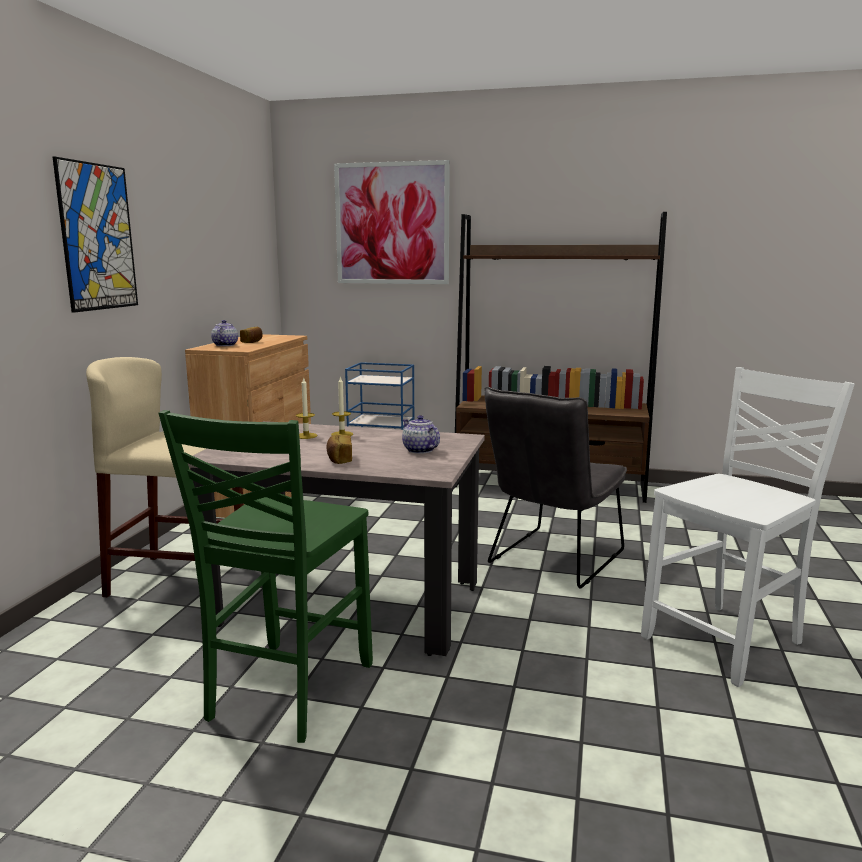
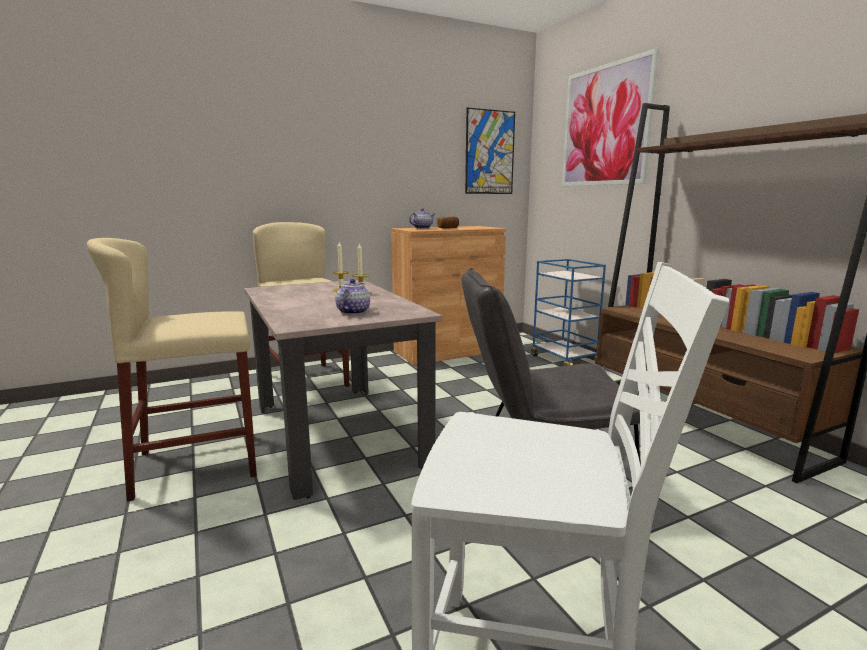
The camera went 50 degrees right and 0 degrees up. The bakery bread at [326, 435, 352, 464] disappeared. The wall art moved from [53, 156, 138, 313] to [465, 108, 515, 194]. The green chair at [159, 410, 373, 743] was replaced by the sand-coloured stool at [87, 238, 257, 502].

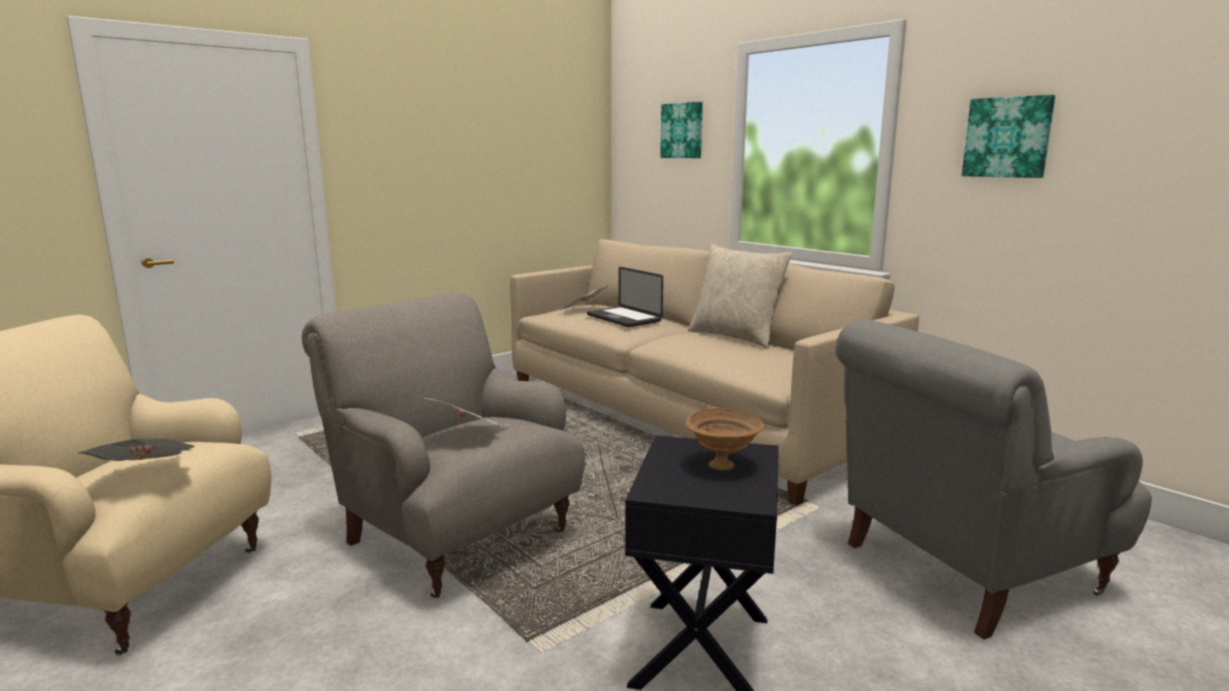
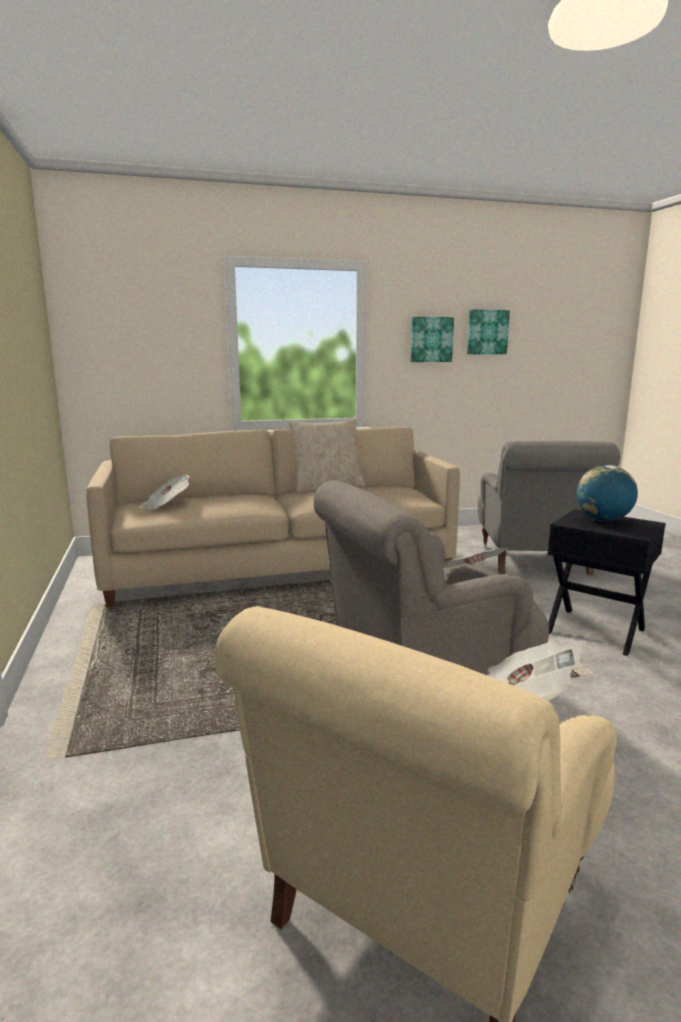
The camera went 65 degrees left and 0 degrees up. The laptop at [587, 267, 663, 327] disappeared. The wall art moved from [660, 102, 703, 158] to [467, 310, 510, 354]. The brown serving bowl at [686, 408, 764, 471] was replaced by the desk globe at [576, 465, 638, 521].

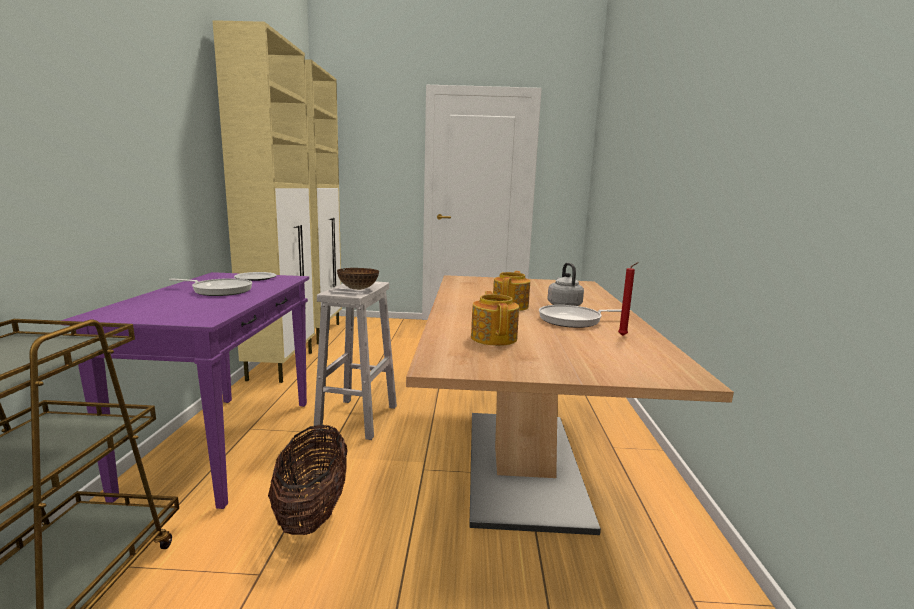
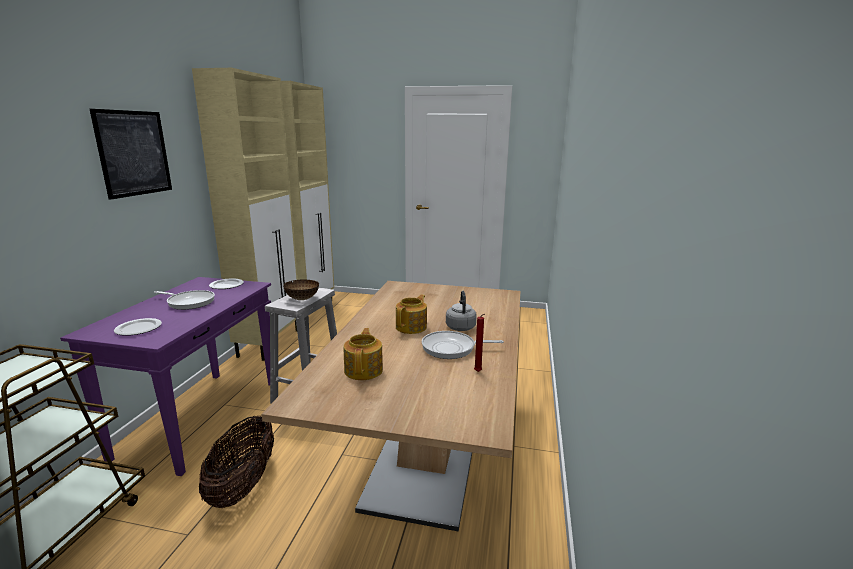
The camera went 10 degrees right and 5 degrees up. The wall art at [90, 109, 172, 200] appeared. The flat dish at [114, 318, 162, 336] appeared.

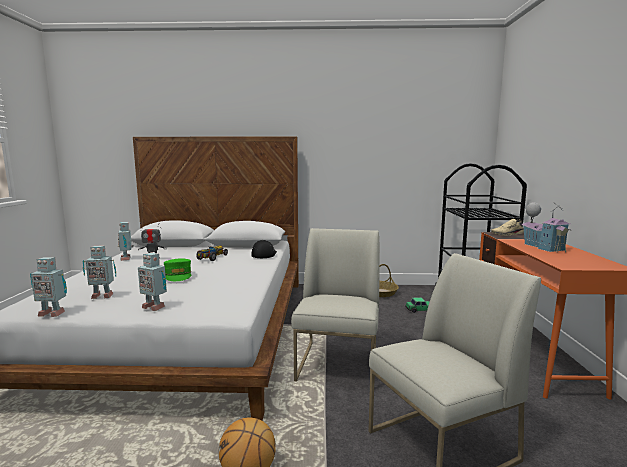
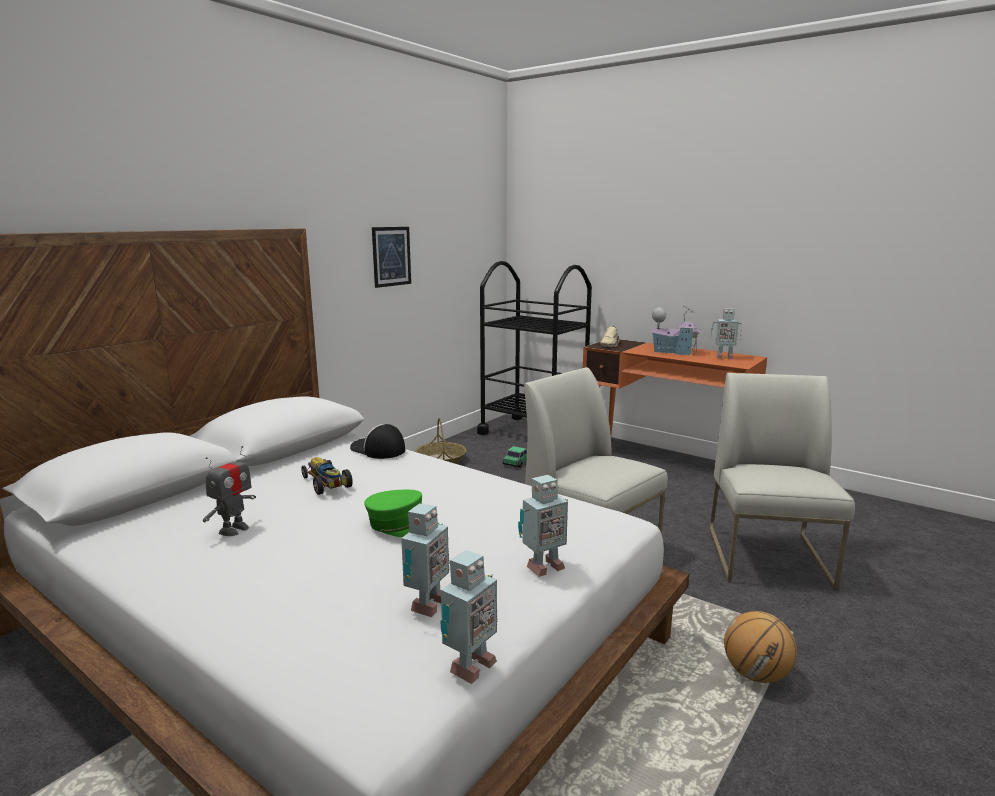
The camera went 55 degrees left and 5 degrees up. The wall art at [372, 227, 411, 288] appeared. The robot figure moved from [118, 222, 134, 261] to [711, 308, 742, 359].

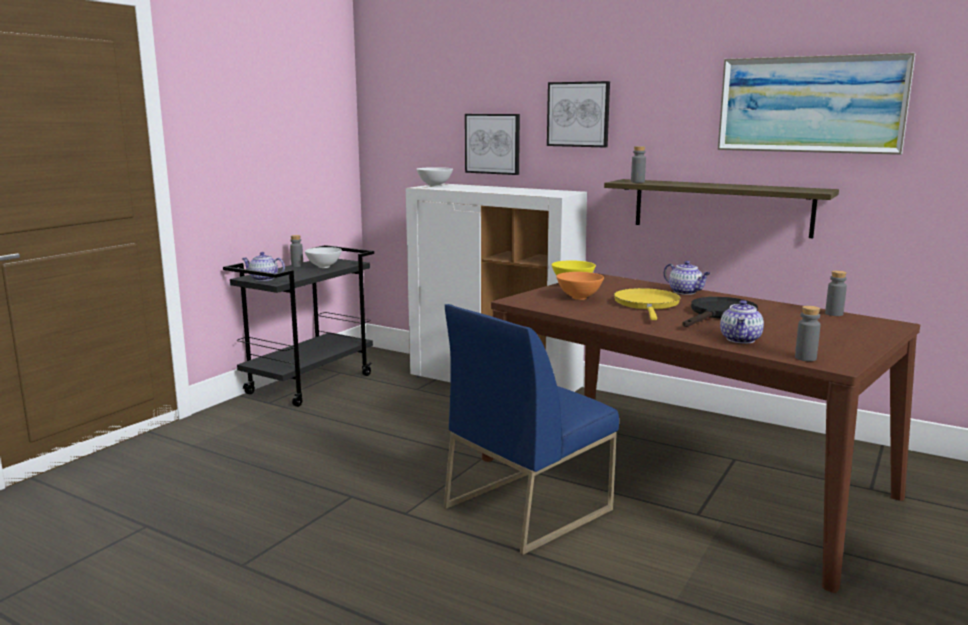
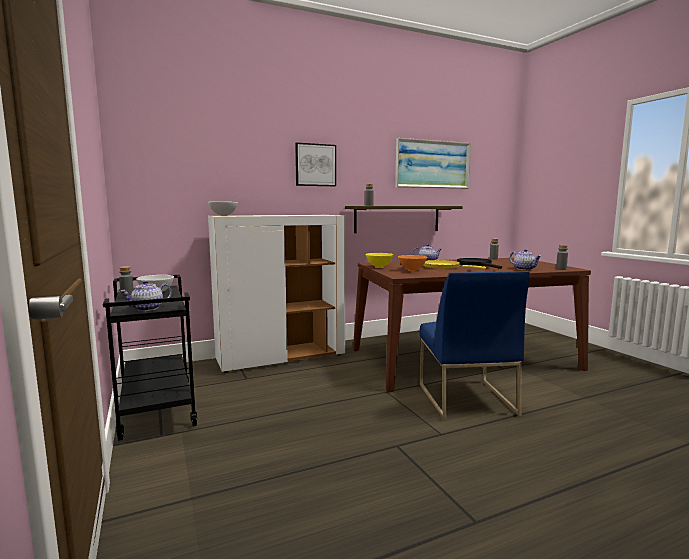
The camera went 55 degrees left and 5 degrees down. The wall art at [465, 114, 520, 175] disappeared.

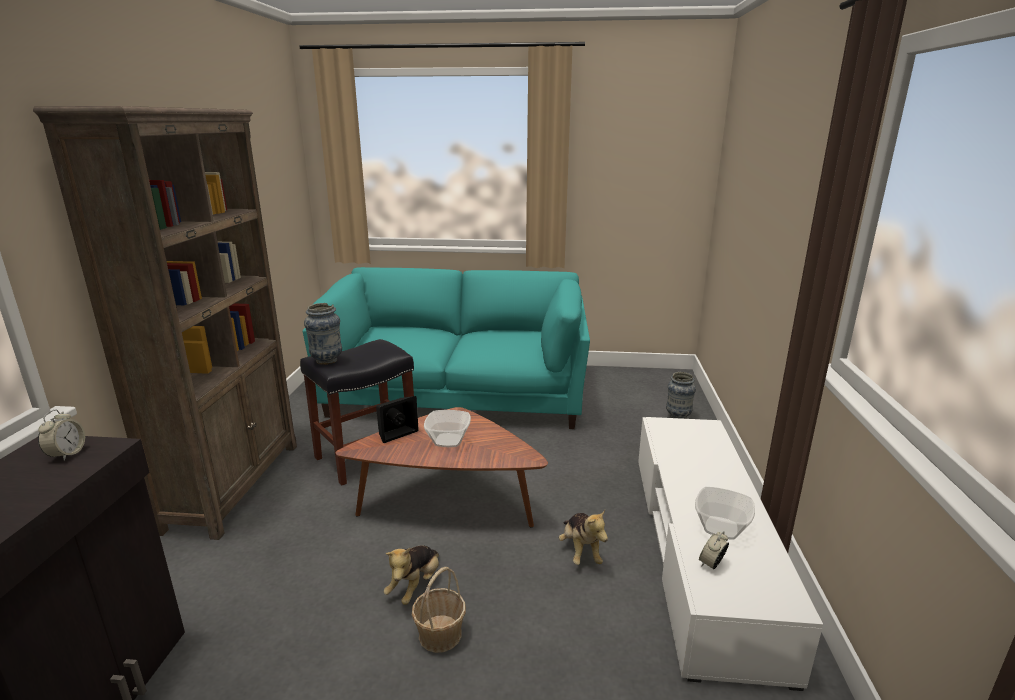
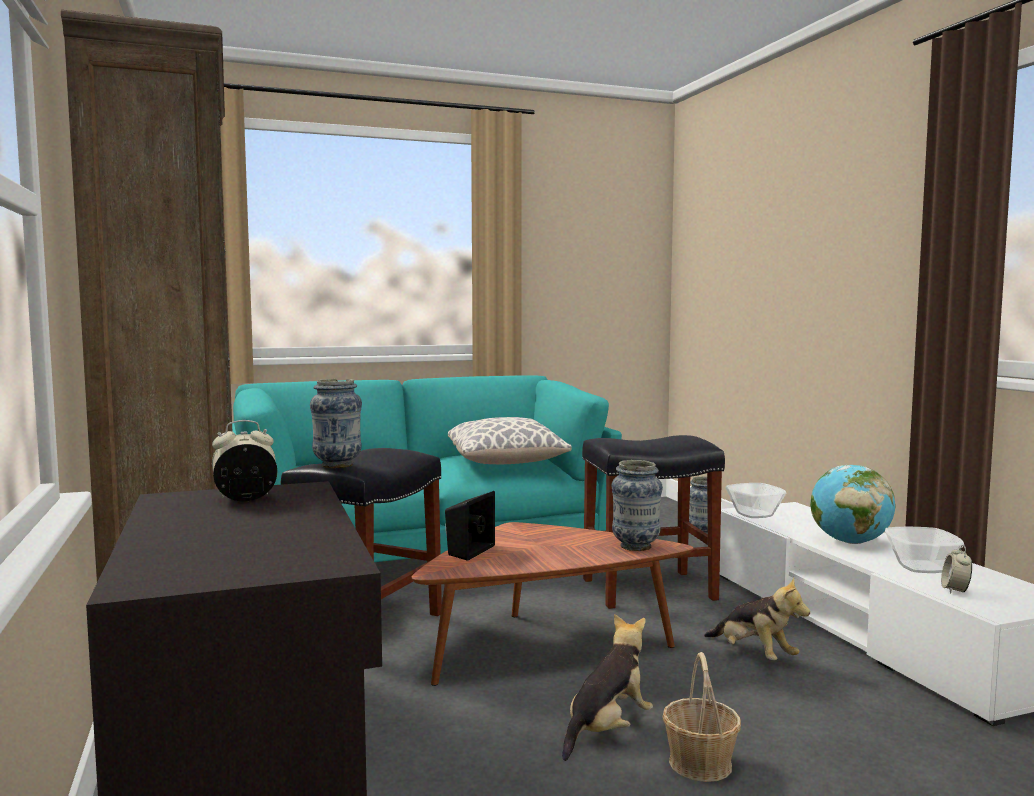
The camera went 25 degrees left and 15 degrees down. The throw pillow at [448, 417, 572, 464] appeared. The blackish stool at [582, 435, 725, 609] appeared. The vase at [611, 460, 663, 551] appeared. The desk globe at [810, 465, 896, 544] appeared. The serving bowl moved from [424, 410, 471, 447] to [726, 483, 786, 518]. The bedside clock at [38, 409, 85, 461] turned 90 degrees counterclockwise. The soft toy at [384, 545, 439, 605] turned 135 degrees counterclockwise.

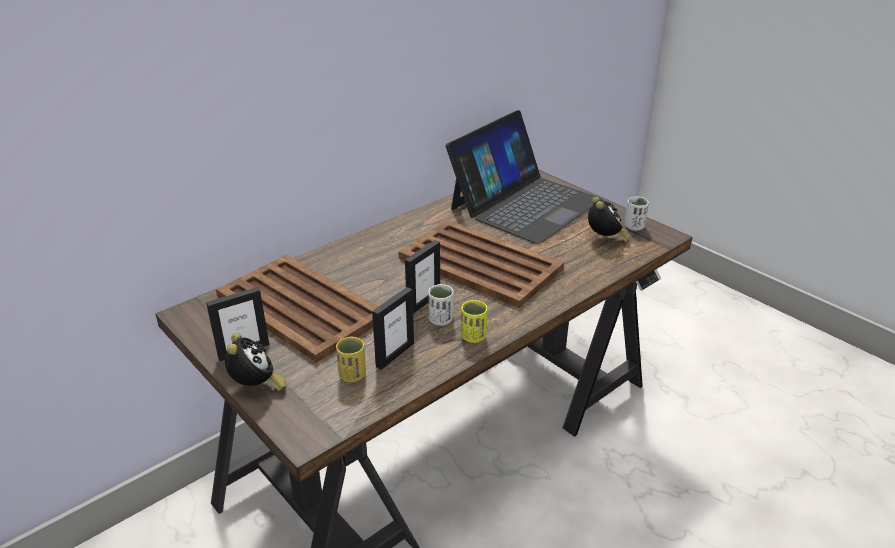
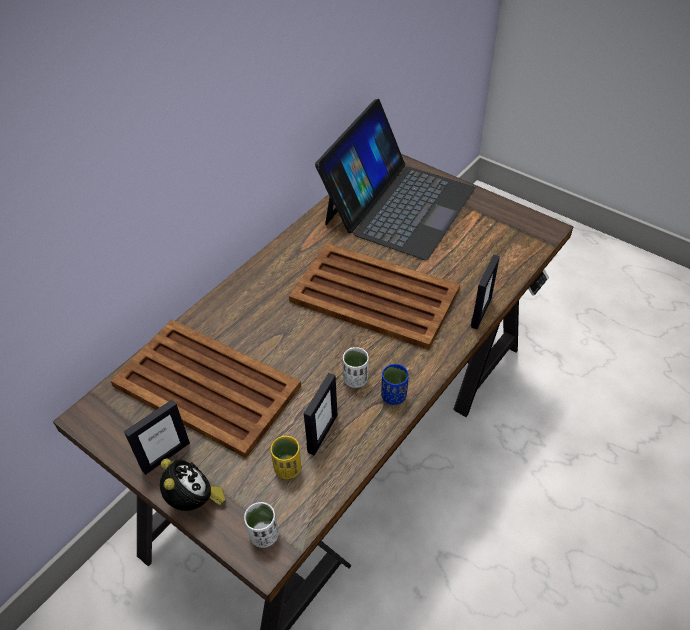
The camera went 10 degrees left and 15 degrees up. The bedside clock at [588, 197, 630, 242] disappeared. The photo frame moved from [405, 240, 440, 314] to [471, 254, 500, 329]. The white drinking cup moved from [625, 197, 649, 231] to [244, 502, 279, 548]. The yellow drinking cup at [461, 300, 488, 343] became the bluish drinking cup at [381, 364, 409, 405].

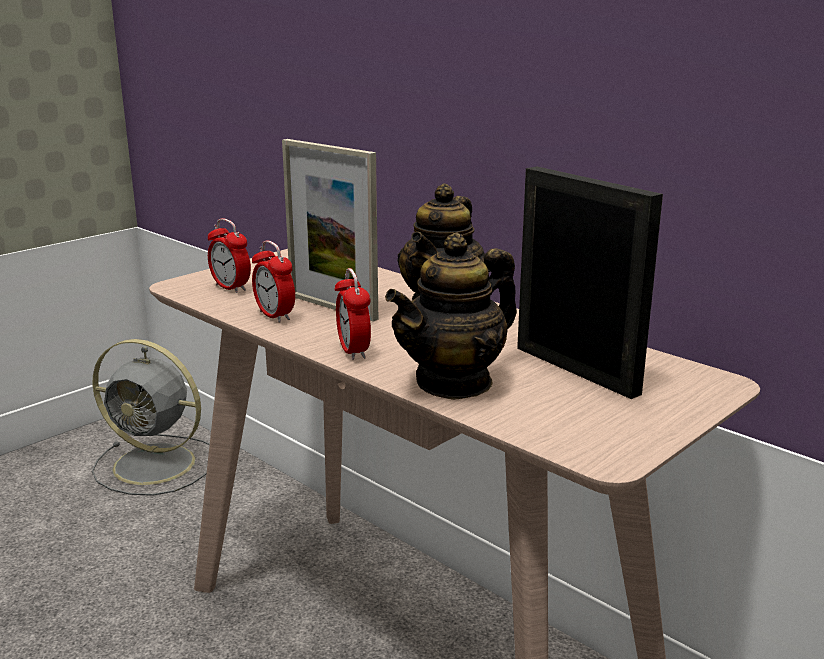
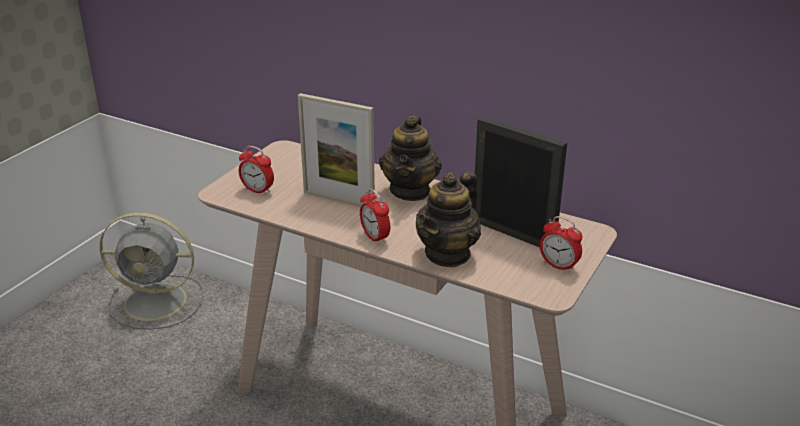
The camera went 15 degrees left and 10 degrees up. The bedside clock moved from [252, 240, 295, 323] to [540, 216, 582, 273].

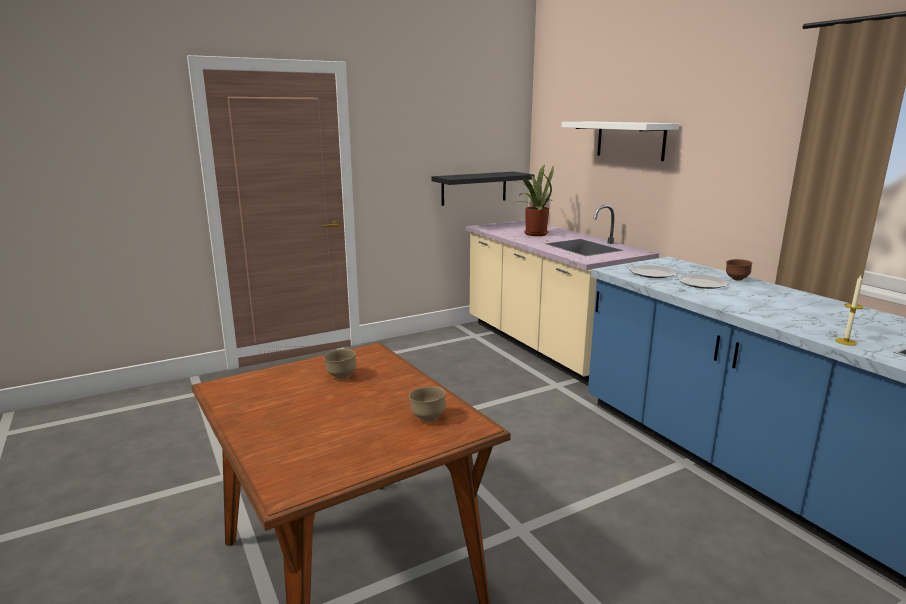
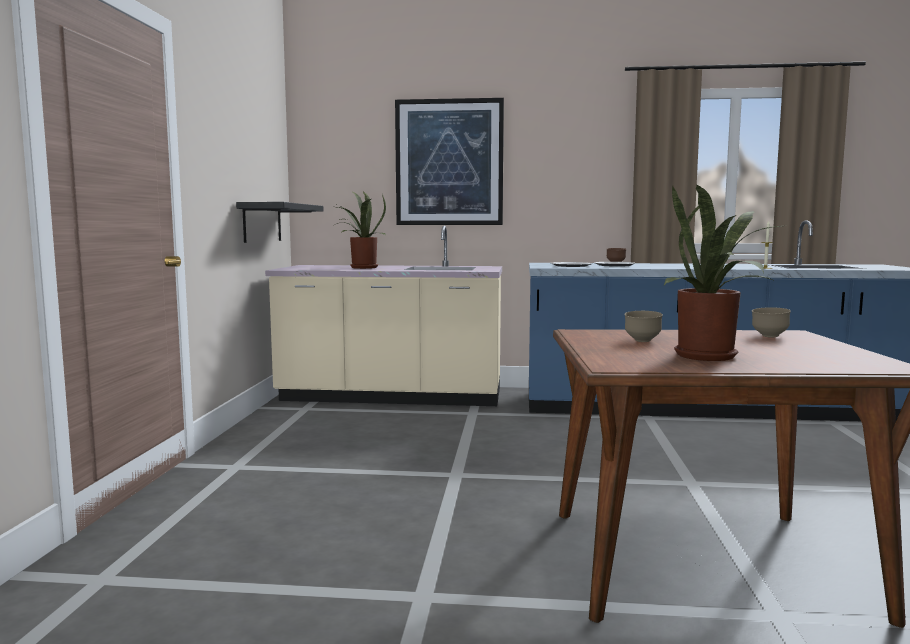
The camera went 55 degrees left and 10 degrees down. The houseplant at [664, 185, 788, 361] appeared. The white bracket shelf at [562, 122, 679, 161] was replaced by the wall art at [395, 98, 504, 225].

